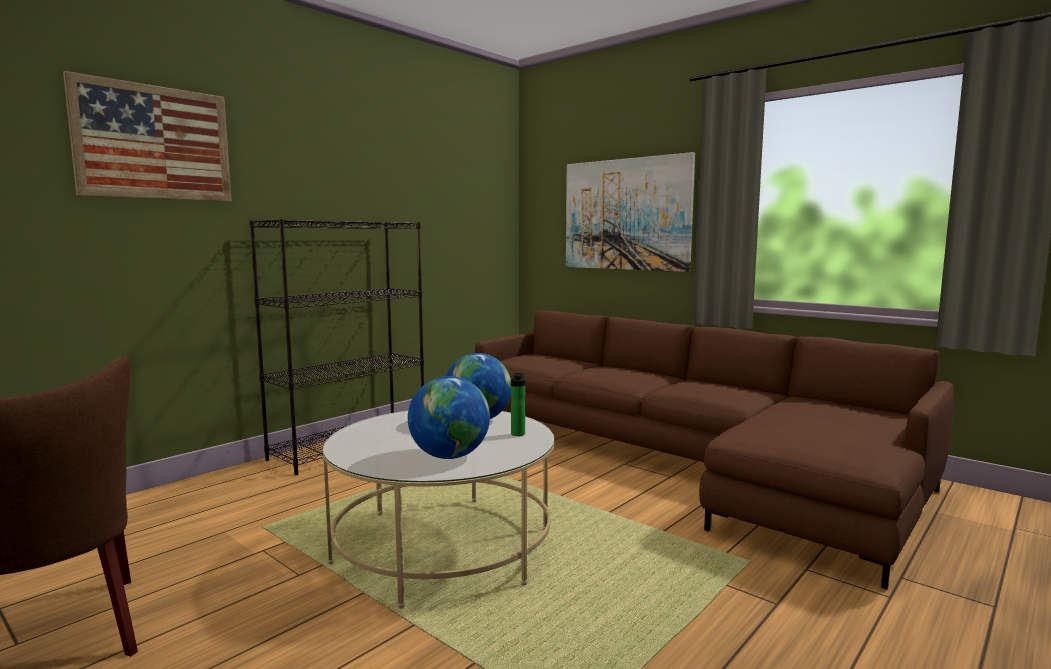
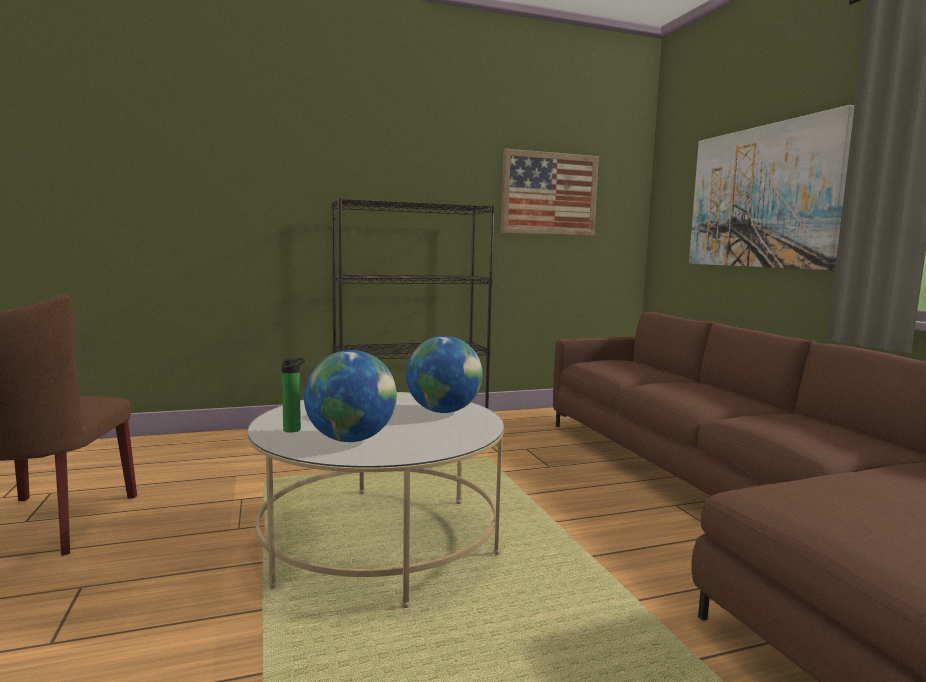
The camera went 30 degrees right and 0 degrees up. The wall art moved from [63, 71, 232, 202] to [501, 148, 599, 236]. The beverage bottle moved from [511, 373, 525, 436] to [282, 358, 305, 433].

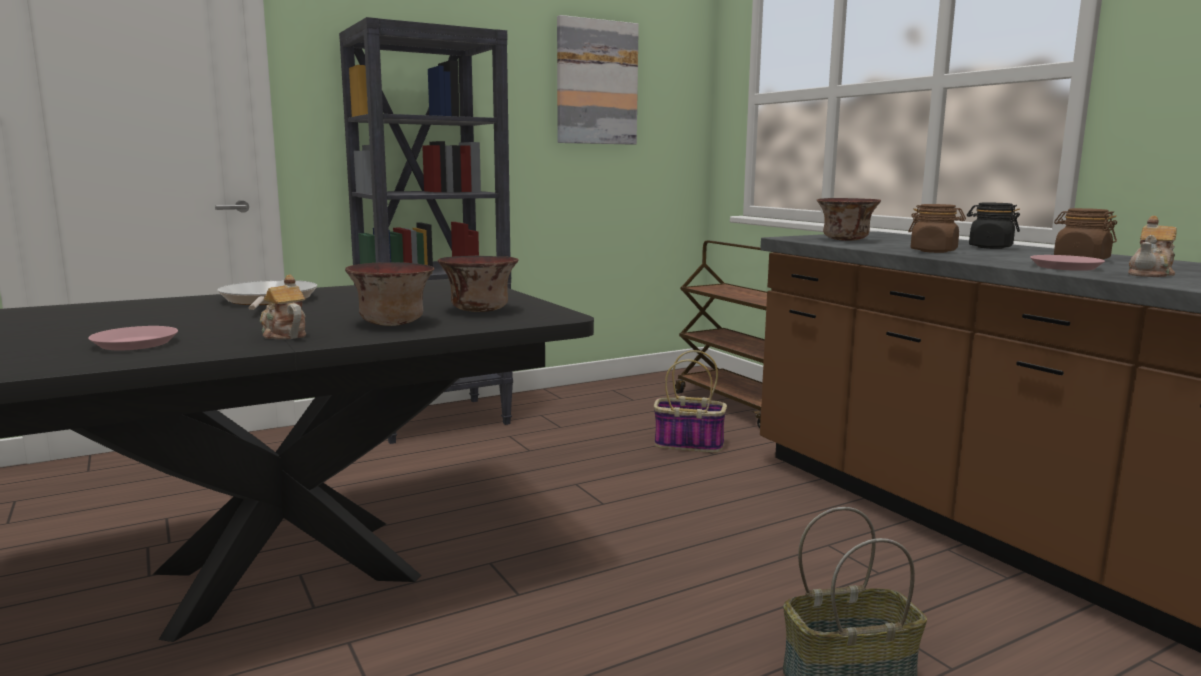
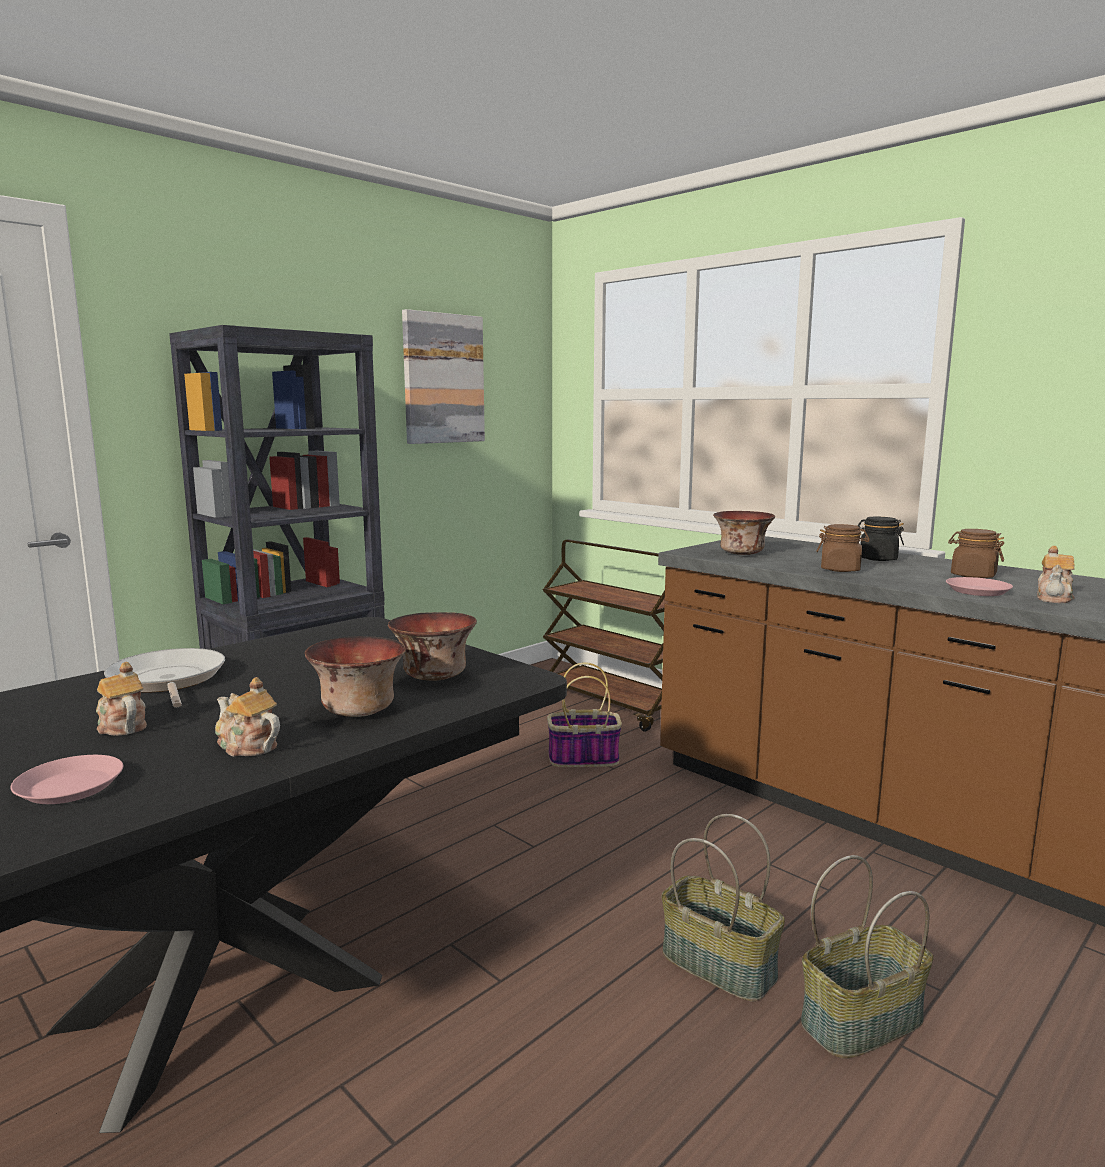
The camera went 15 degrees left and 0 degrees up. The tea pot at [96, 662, 147, 735] appeared. The storage basket at [661, 814, 785, 1002] appeared.

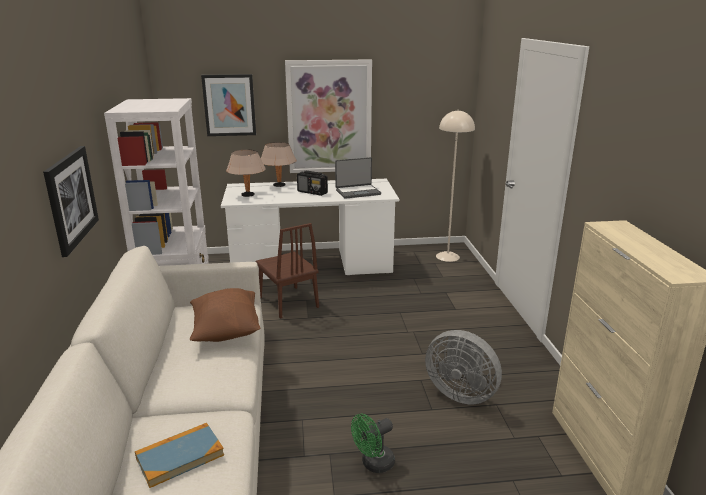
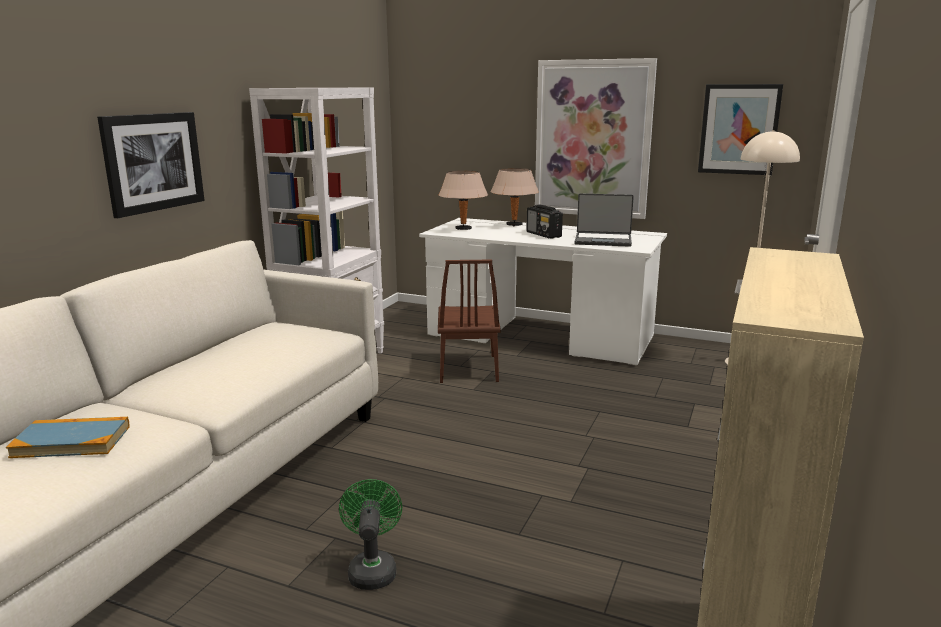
The camera went 30 degrees right and 5 degrees down. The brown throw pillow at [190, 288, 260, 342] disappeared. The grey electric fan at [425, 330, 502, 404] disappeared. The wall art moved from [201, 74, 256, 136] to [698, 84, 783, 175]. The green electric fan at [351, 413, 395, 473] turned 90 degrees clockwise.

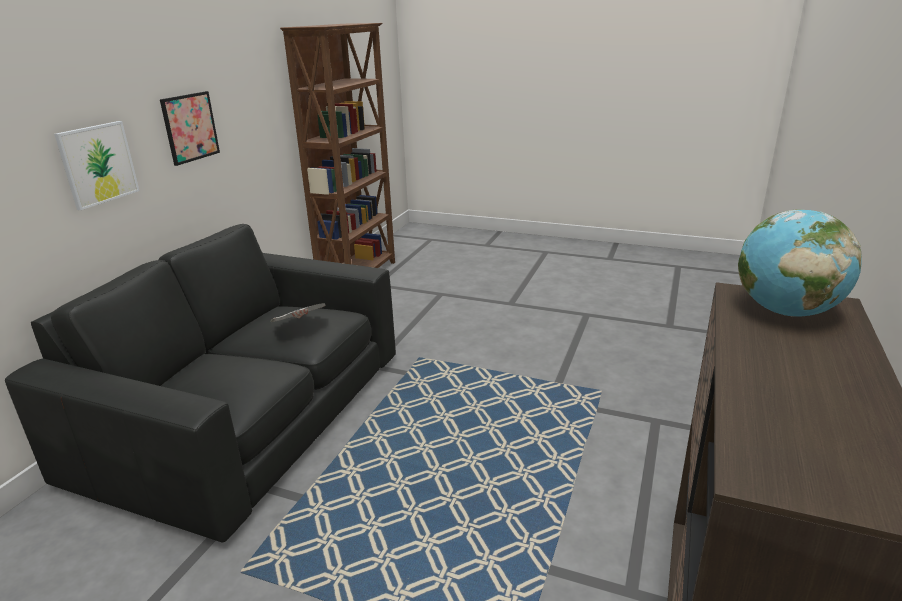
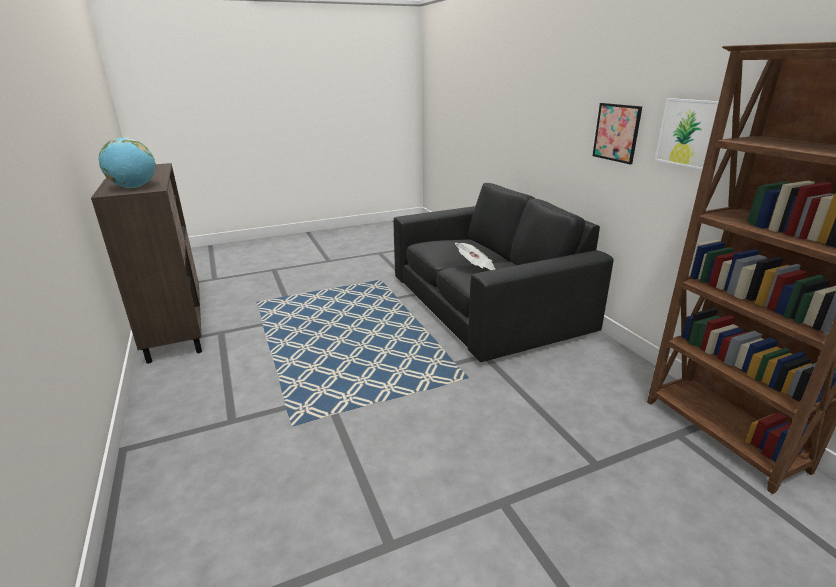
The camera went 135 degrees right and 0 degrees up. The wall art moved from [54, 121, 140, 210] to [655, 98, 719, 170].

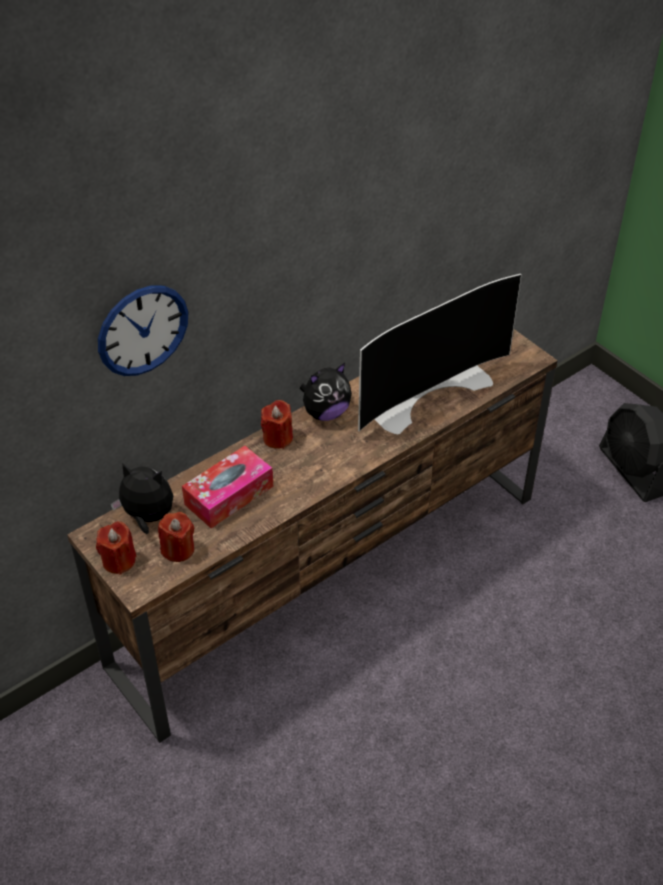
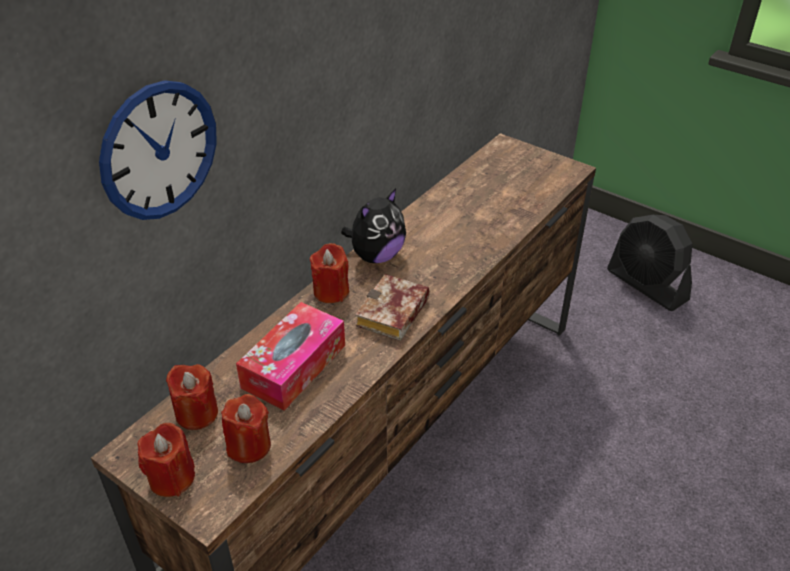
The camera went 15 degrees left and 5 degrees down. The TV set at [358, 274, 522, 434] disappeared. The book at [355, 274, 430, 341] appeared. The soft toy at [110, 463, 173, 534] was replaced by the reddish wax candle at [166, 364, 218, 430].

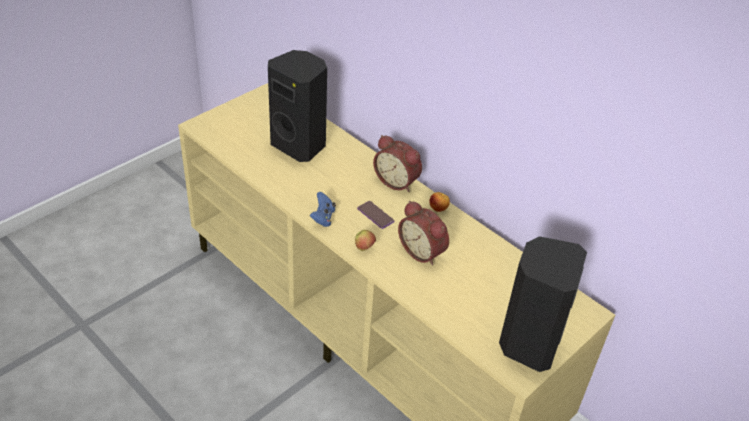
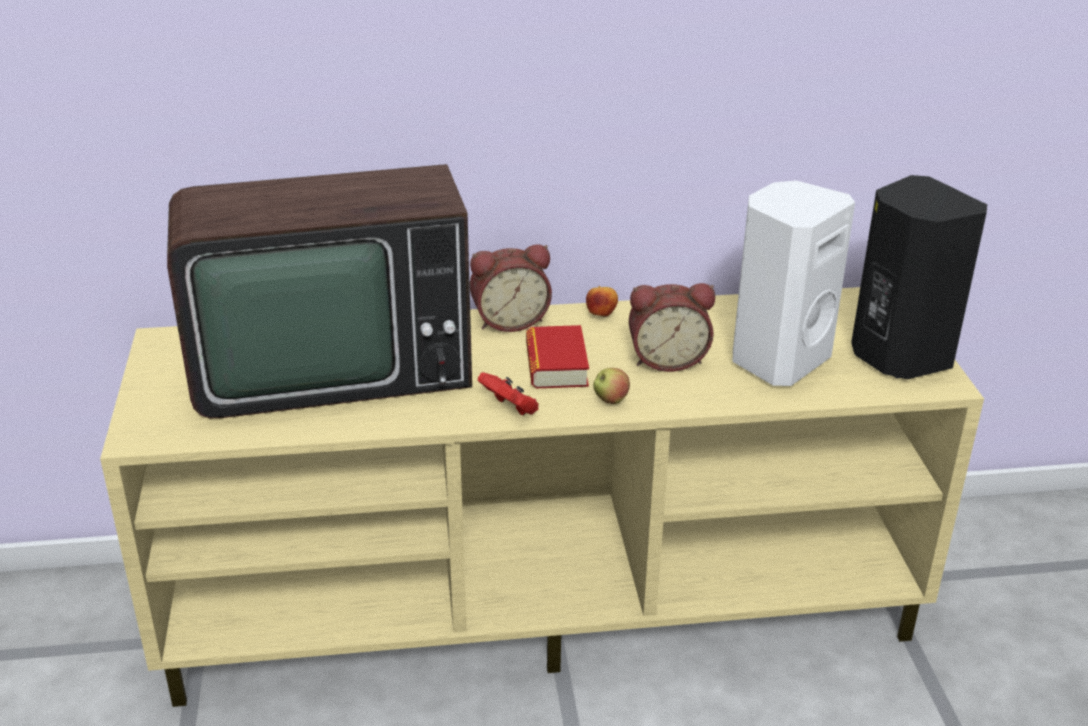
The camera went 50 degrees left and 10 degrees down. The white loudspeaker at [732, 181, 855, 386] appeared. The blackish loudspeaker at [268, 50, 327, 162] was replaced by the TV set at [167, 164, 472, 418]. The telephone at [357, 201, 394, 229] was replaced by the book at [526, 325, 589, 388]. The bluish game controller at [310, 192, 336, 227] became the reddish game controller at [478, 372, 539, 415].

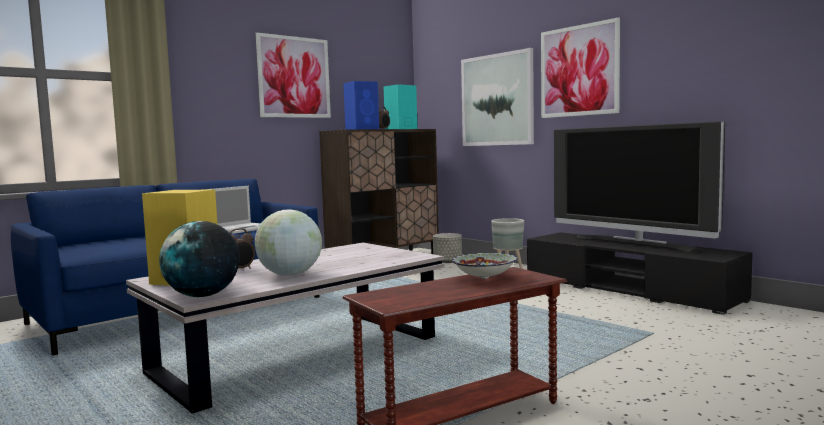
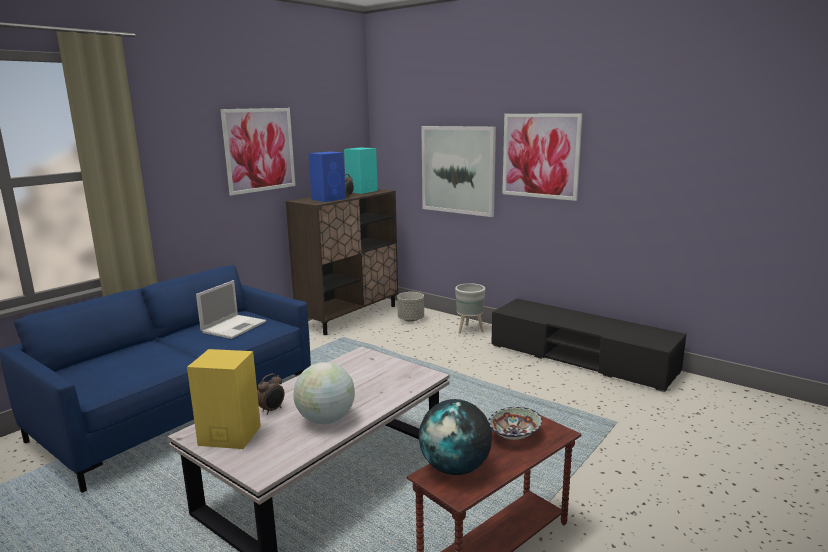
The camera went 10 degrees left and 10 degrees up. The TV set at [554, 121, 725, 253] disappeared. The desk globe moved from [159, 221, 240, 297] to [419, 399, 492, 475].

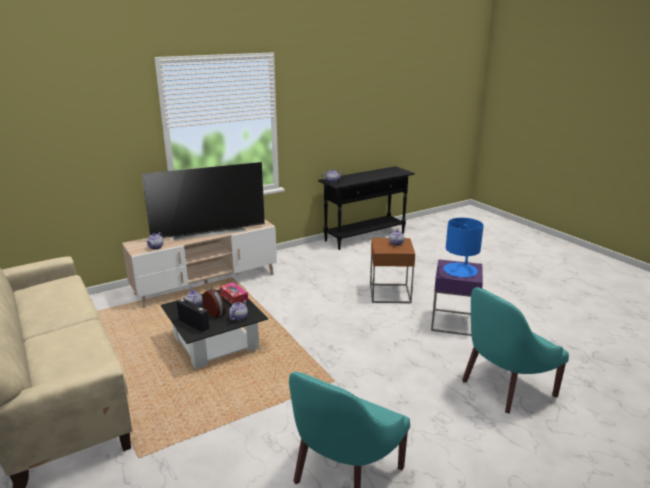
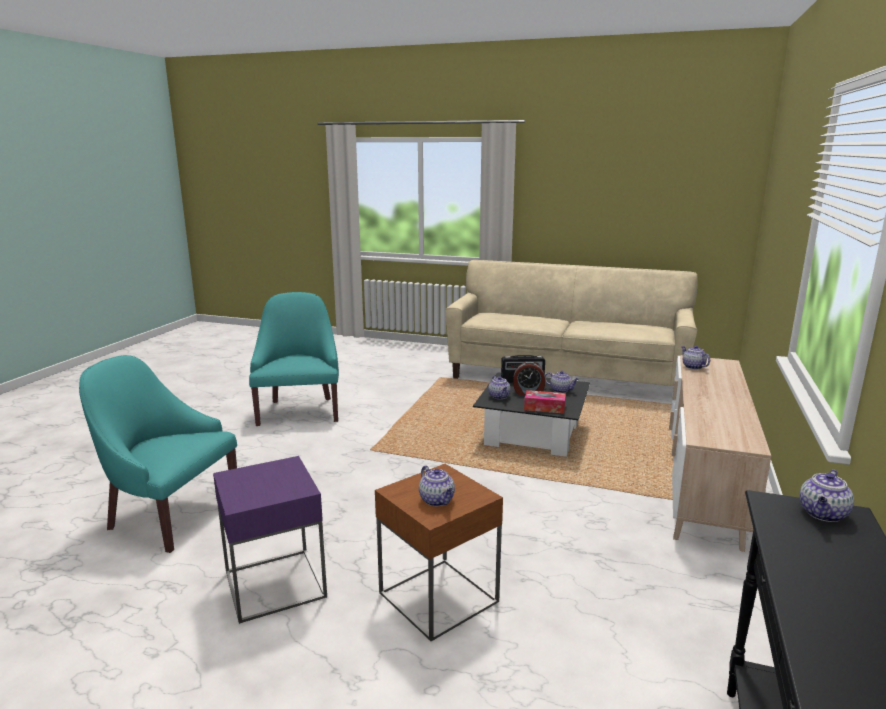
The camera went 140 degrees right and 5 degrees down. The TV set at [142, 162, 265, 241] disappeared. The bluish table lamp at [443, 218, 484, 278] disappeared. The turquoise easy chair at [462, 287, 569, 414] turned 90 degrees counterclockwise.

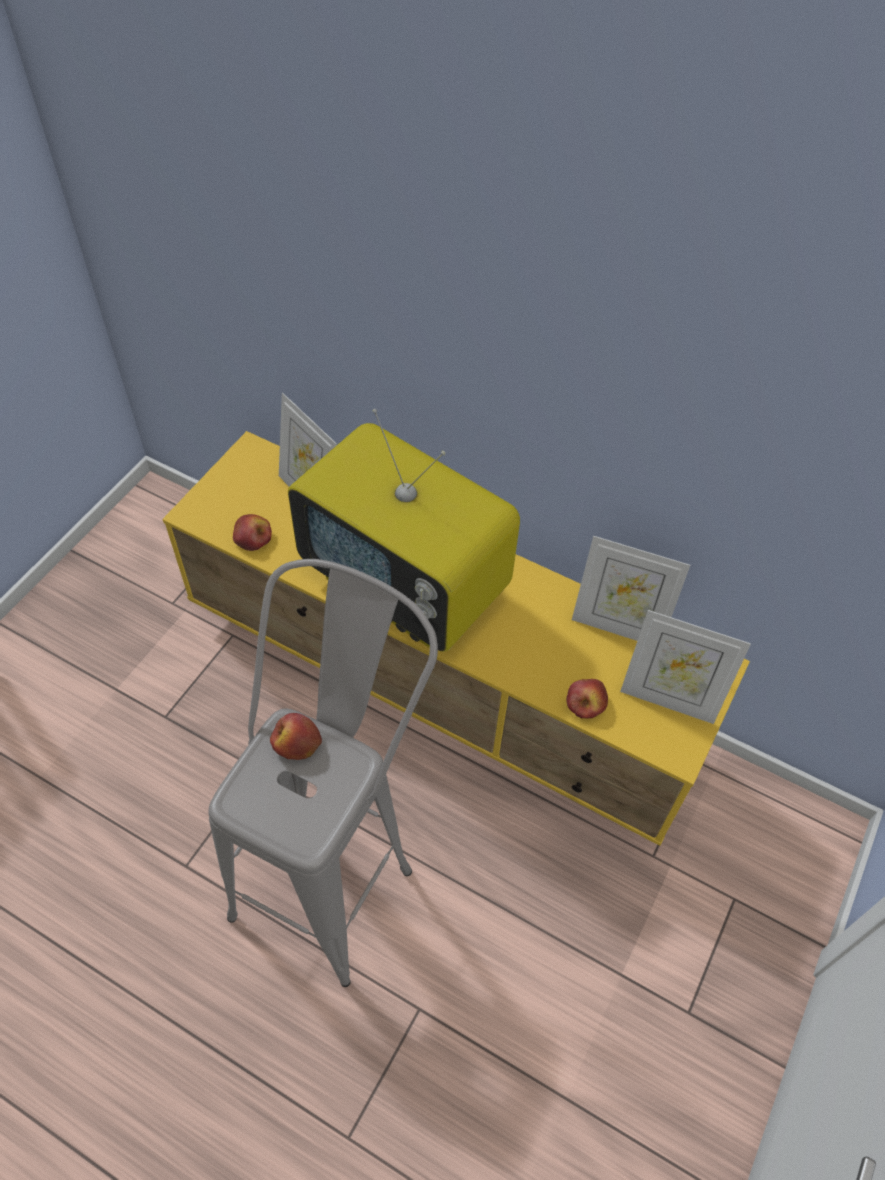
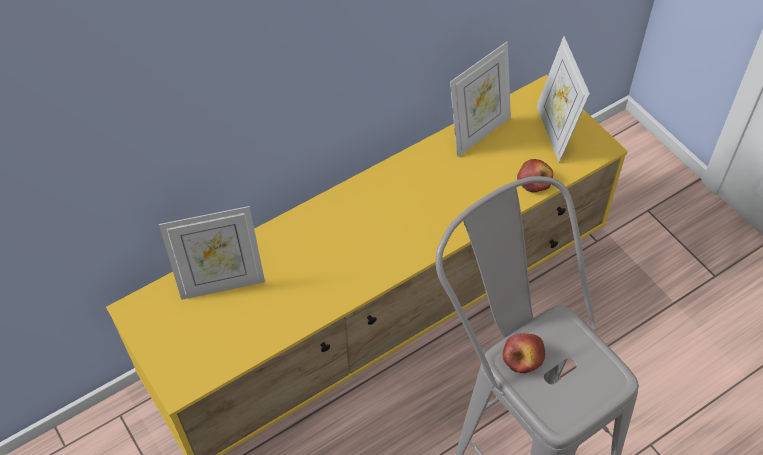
The camera went 60 degrees left and 0 degrees up. The whole apple at [233, 514, 272, 551] disappeared. The TV set at [288, 409, 520, 652] disappeared. The photo frame at [620, 610, 751, 724] turned 120 degrees clockwise.

